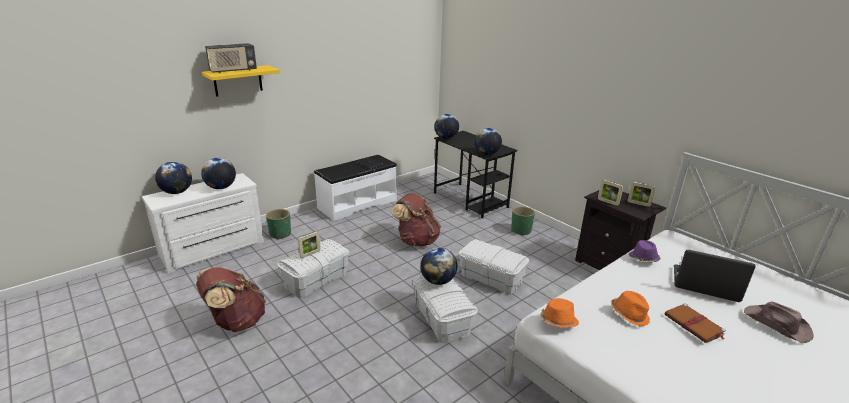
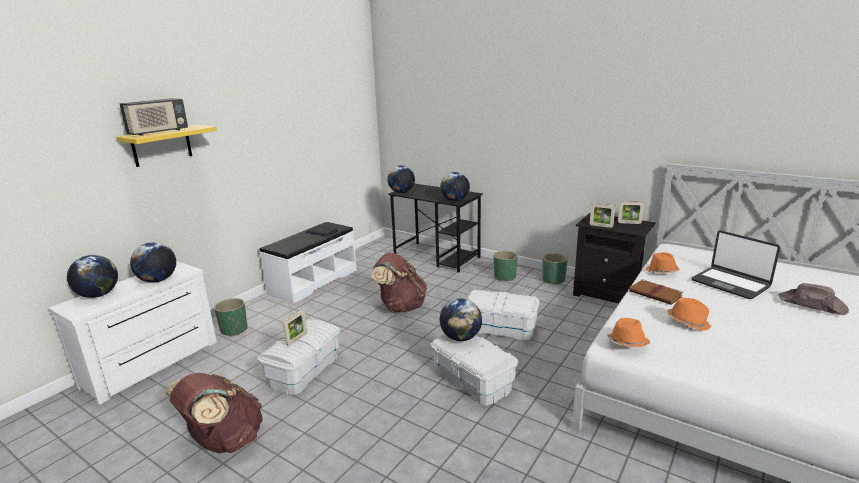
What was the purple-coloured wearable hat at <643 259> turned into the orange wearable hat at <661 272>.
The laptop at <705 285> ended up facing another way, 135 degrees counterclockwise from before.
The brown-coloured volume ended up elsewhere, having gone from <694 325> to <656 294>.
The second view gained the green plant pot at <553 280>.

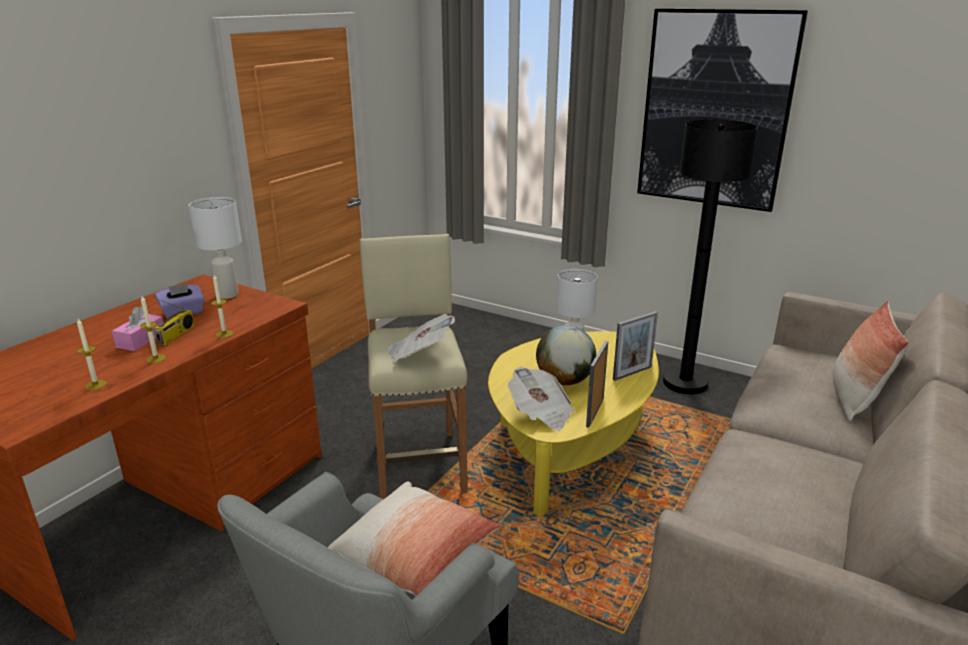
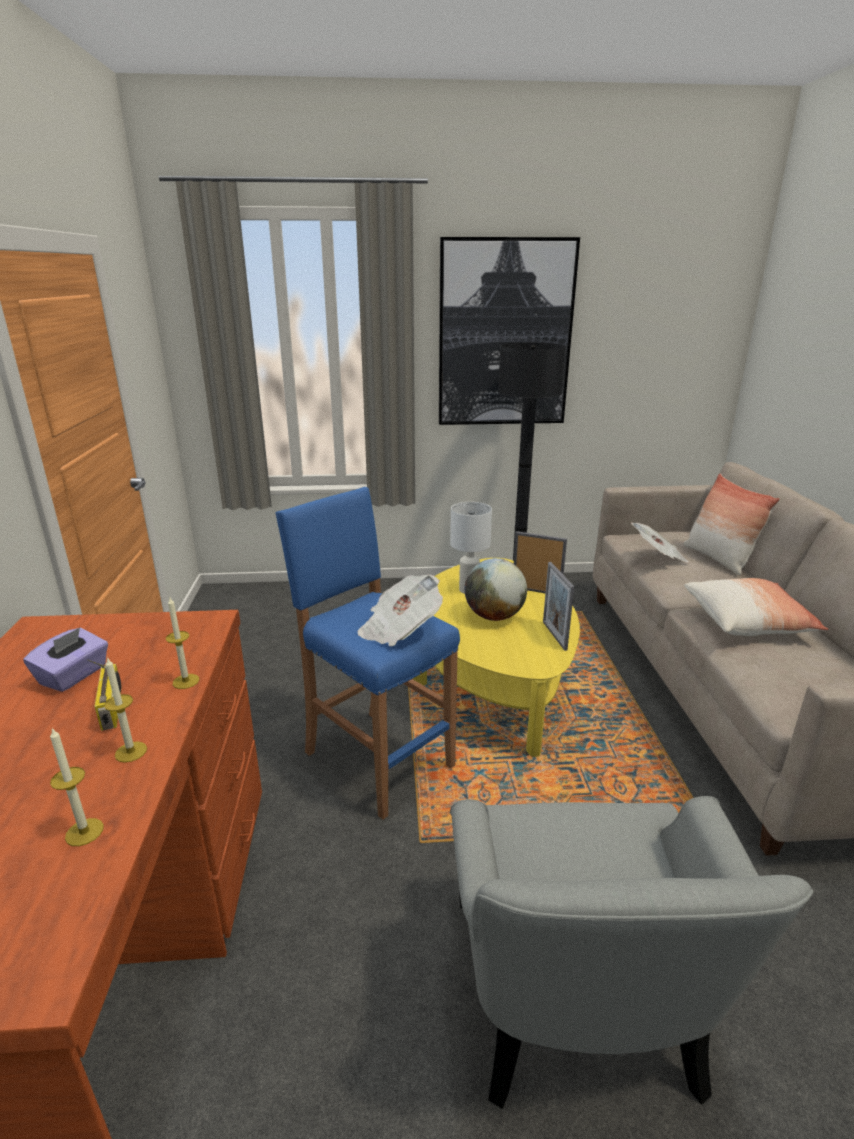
The second view lost the whitish table lamp at <228 294>.
What was the sand-coloured stool seat at <419 464> turned into the bluish stool seat at <377 759>.
The second view lost the pinkish tissue holder at <141 340>.
The standing frame at <632 373> ended up facing another way, 90 degrees counterclockwise from before.
The newspaper ended up elsewhere, having gone from <541 414> to <657 557>.
The cushion ended up elsewhere, having gone from <416 555> to <748 622>.

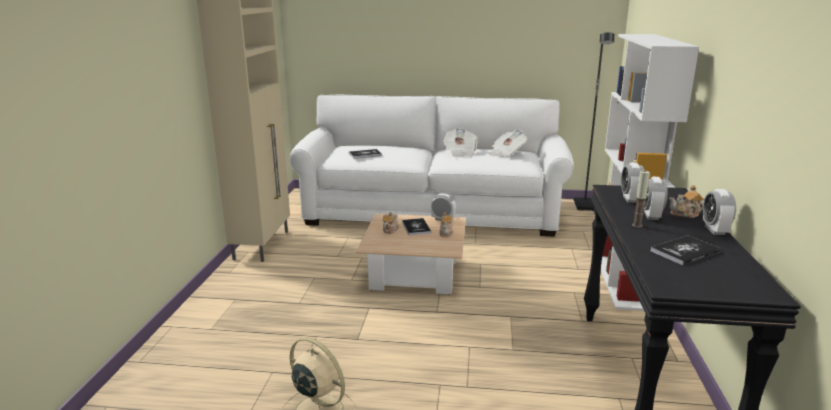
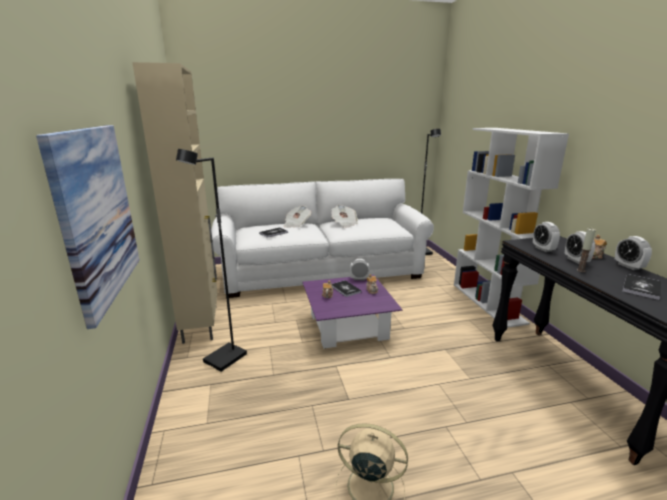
The newspaper ended up elsewhere, having gone from <506 153> to <296 224>.
What was the sand-coloured low table at <414 273> turned into the purple-coloured low table at <348 326>.
The second view gained the wall picture at <97 215>.
The second view gained the black-coloured standing lamp at <225 359>.

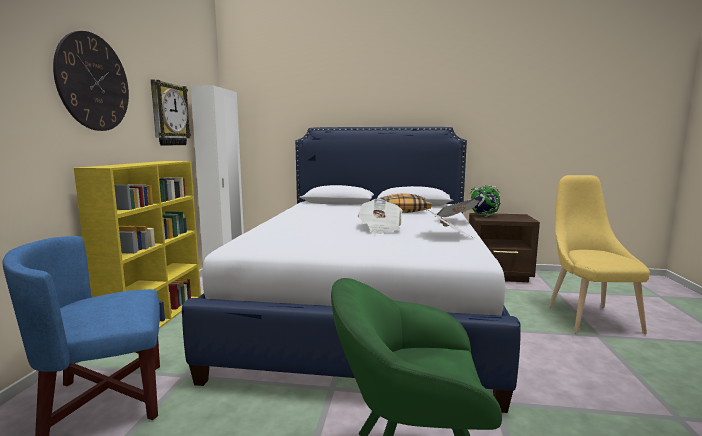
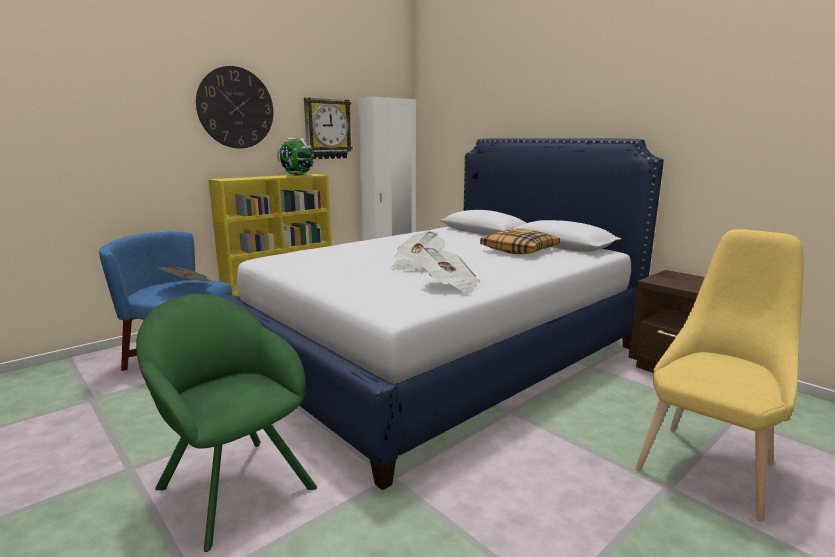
The world globe ended up elsewhere, having gone from <483 216> to <297 175>.
The newspaper ended up elsewhere, having gone from <455 220> to <188 287>.

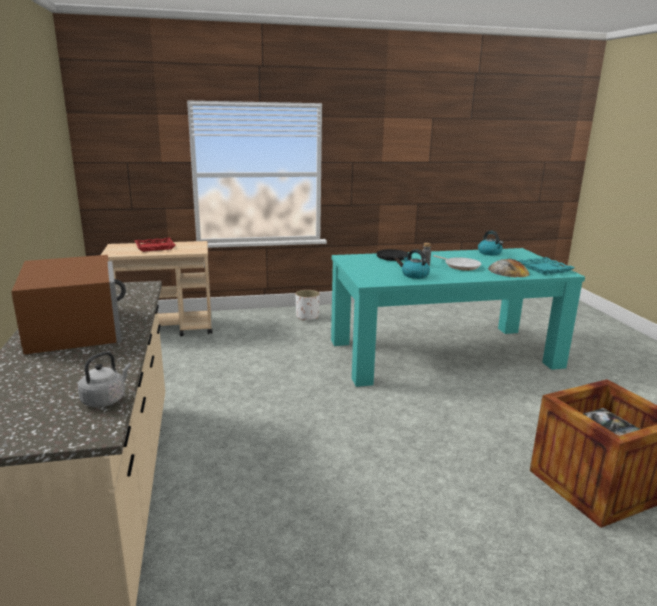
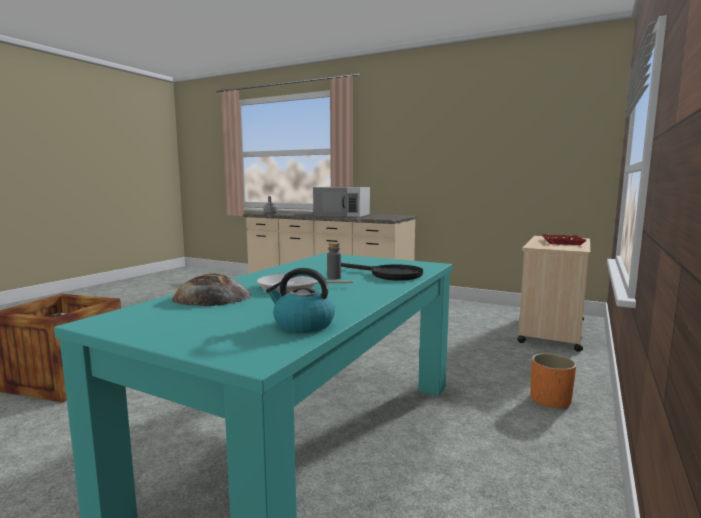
The second view lost the water kettle at <414 275>.
What was the brown-coloured microwave at <75 327> turned into the whitish microwave at <342 214>.
The second view lost the turquoise tray at <545 269>.
What was the whitish plant pot at <307 317> turned into the orange plant pot at <550 400>.

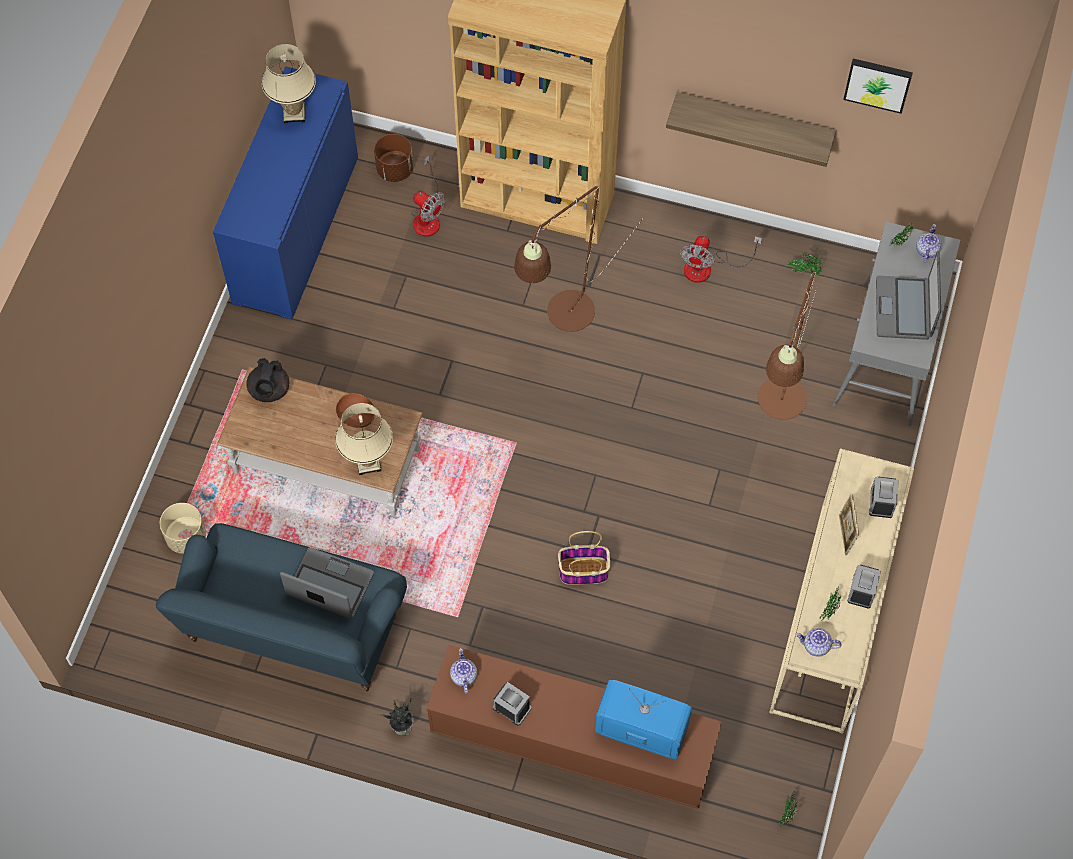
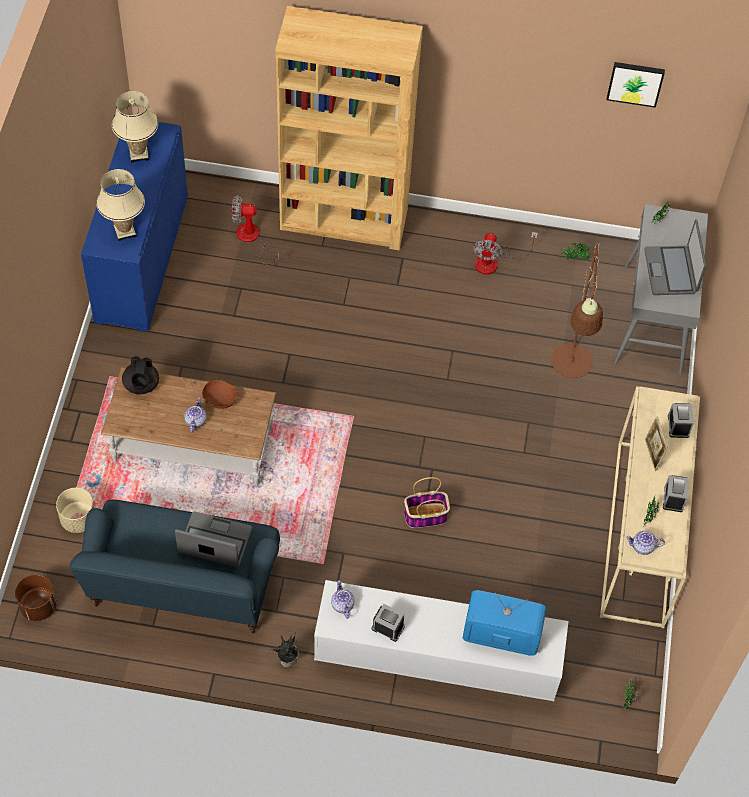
The second view lost the shelf at <754 122>.
The brown-coloured plant pot ended up elsewhere, having gone from <394 169> to <38 606>.
The electric fan at <427 216> ended up facing another way, 150 degrees clockwise from before.
The second view lost the brown-coloured standing lamp at <564 320>.
The pot for tea ended up elsewhere, having gone from <926 250> to <195 420>.
The sand-coloured table lamp ended up elsewhere, having gone from <368 463> to <125 231>.
What was the brown-coloured tv unit at <571 742> turned into the whitish tv unit at <435 658>.

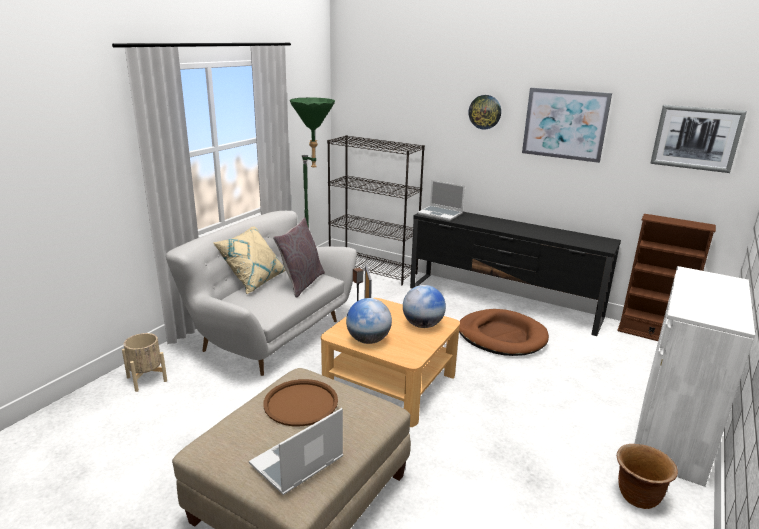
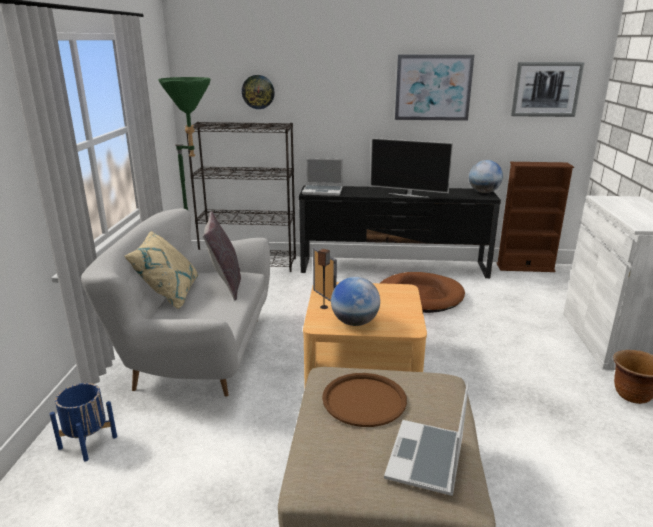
The clock on the wall ended up elsewhere, having gone from <485 112> to <258 92>.
The world globe ended up elsewhere, having gone from <422 325> to <483 192>.
What was the sand-coloured plant pot at <146 379> turned into the bluish plant pot at <87 442>.
The second view gained the TV at <408 195>.

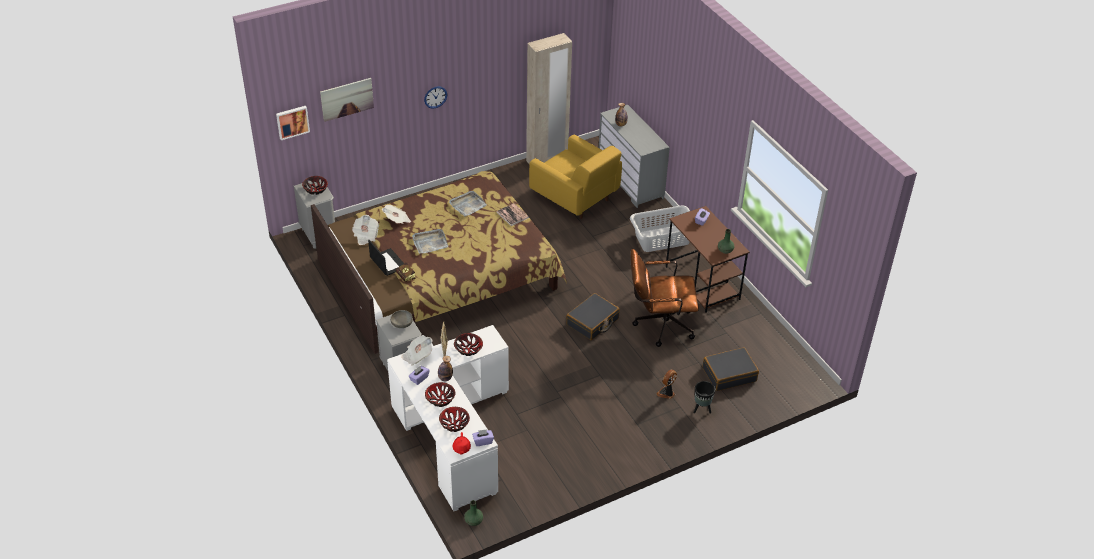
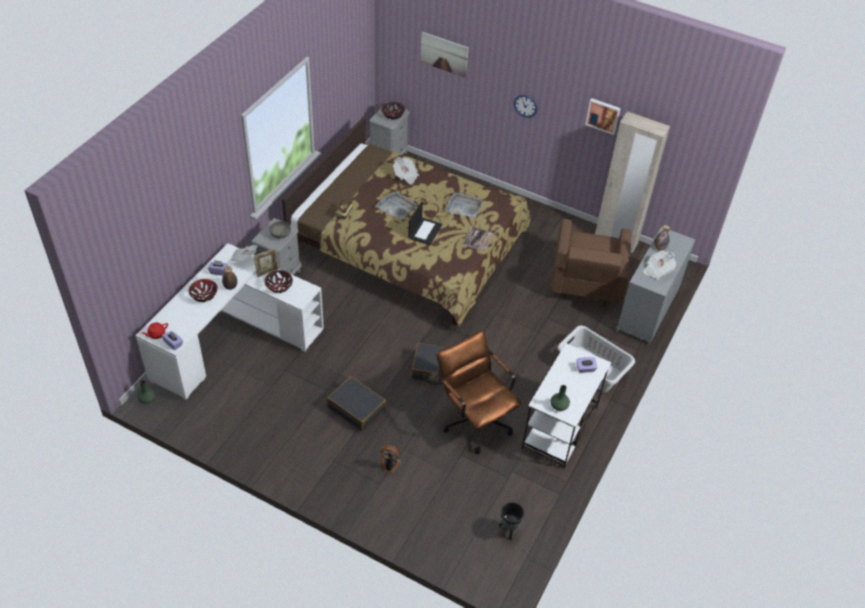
The wall picture ended up elsewhere, having gone from <292 122> to <603 115>.
What was the yellow lounge chair at <575 197> turned into the brown-coloured lounge chair at <586 282>.
What was the brown-coloured desk unit at <702 283> turned into the whitish desk unit at <560 428>.
The newspaper ended up elsewhere, having gone from <365 236> to <657 270>.
The laptop ended up elsewhere, having gone from <387 262> to <425 231>.
The black-coloured piece of luggage ended up elsewhere, having gone from <729 374> to <357 408>.
The black-coloured plant pot ended up elsewhere, having gone from <702 409> to <509 530>.
The second view lost the bowl at <454 424>.

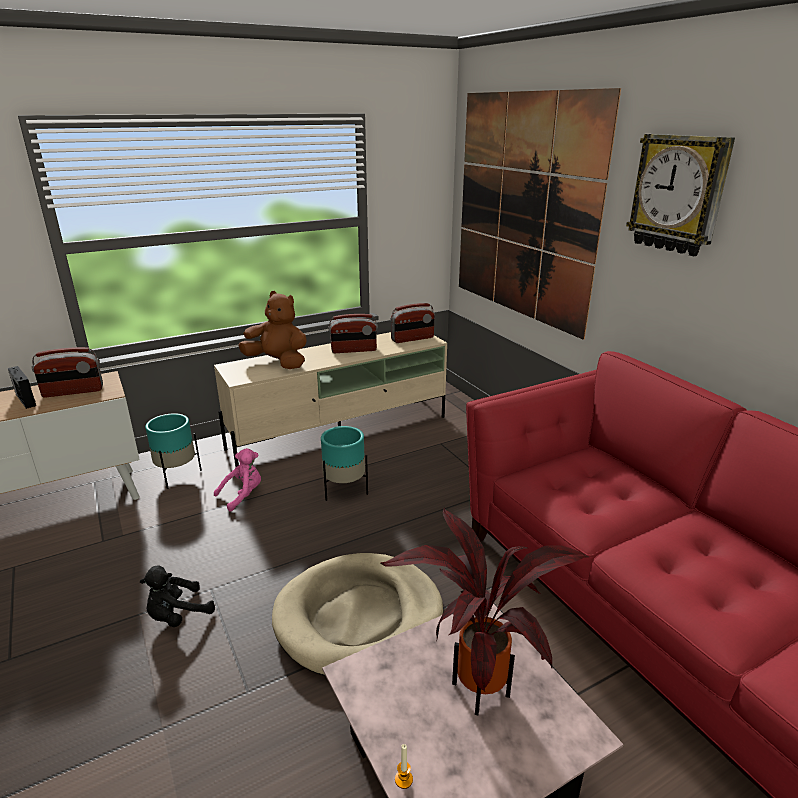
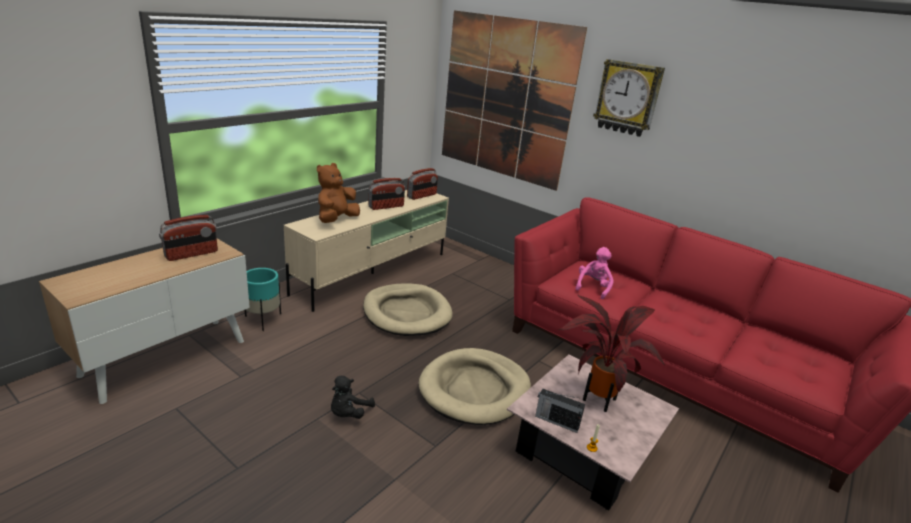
The brown-coloured soft toy at <278 363> ended up facing another way, 60 degrees counterclockwise from before.
The radio receiver ended up elsewhere, having gone from <25 399> to <556 421>.
Where the turquoise plant pot stood at <345 490>, the sand-coloured pet bed came to stand at <407 313>.
The pinkish soft toy ended up elsewhere, having gone from <243 495> to <593 287>.

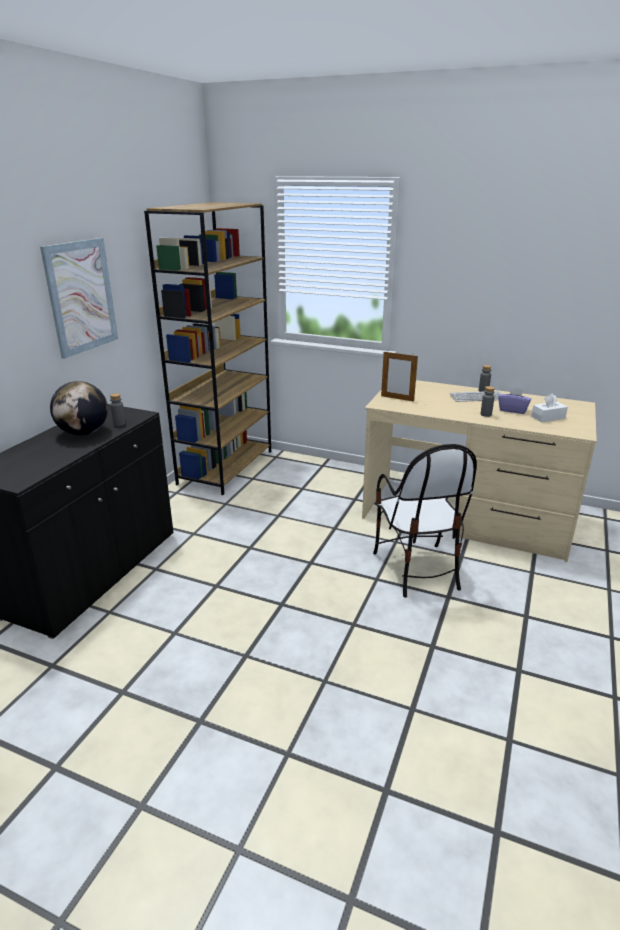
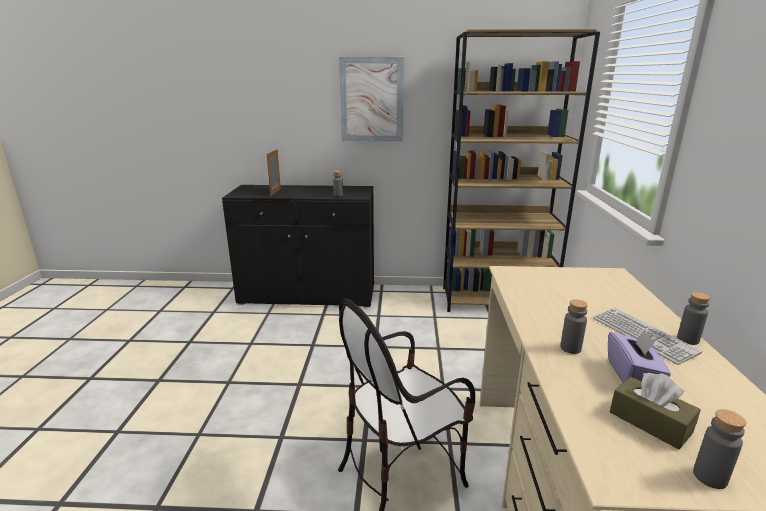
The standing frame ended up elsewhere, having gone from <397 398> to <275 191>.
The second view lost the world globe at <83 433>.
What was the whitish tissue holder at <548 417> turned into the brown-coloured tissue holder at <650 422>.
The second view gained the grey beverage bottle at <710 477>.

